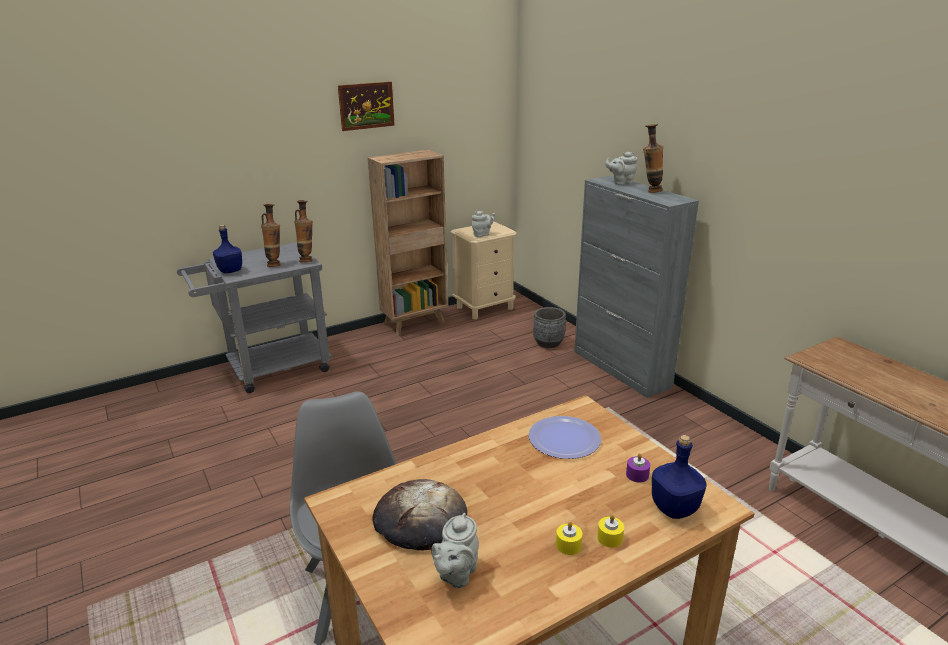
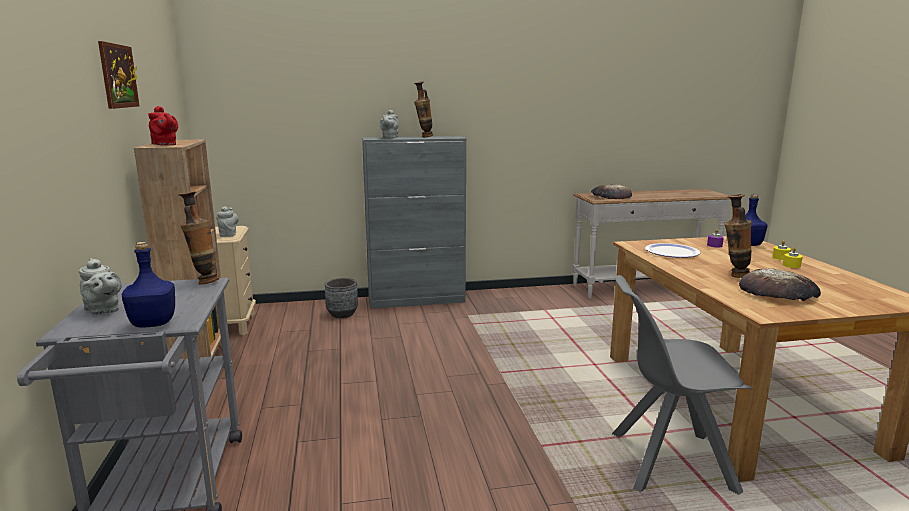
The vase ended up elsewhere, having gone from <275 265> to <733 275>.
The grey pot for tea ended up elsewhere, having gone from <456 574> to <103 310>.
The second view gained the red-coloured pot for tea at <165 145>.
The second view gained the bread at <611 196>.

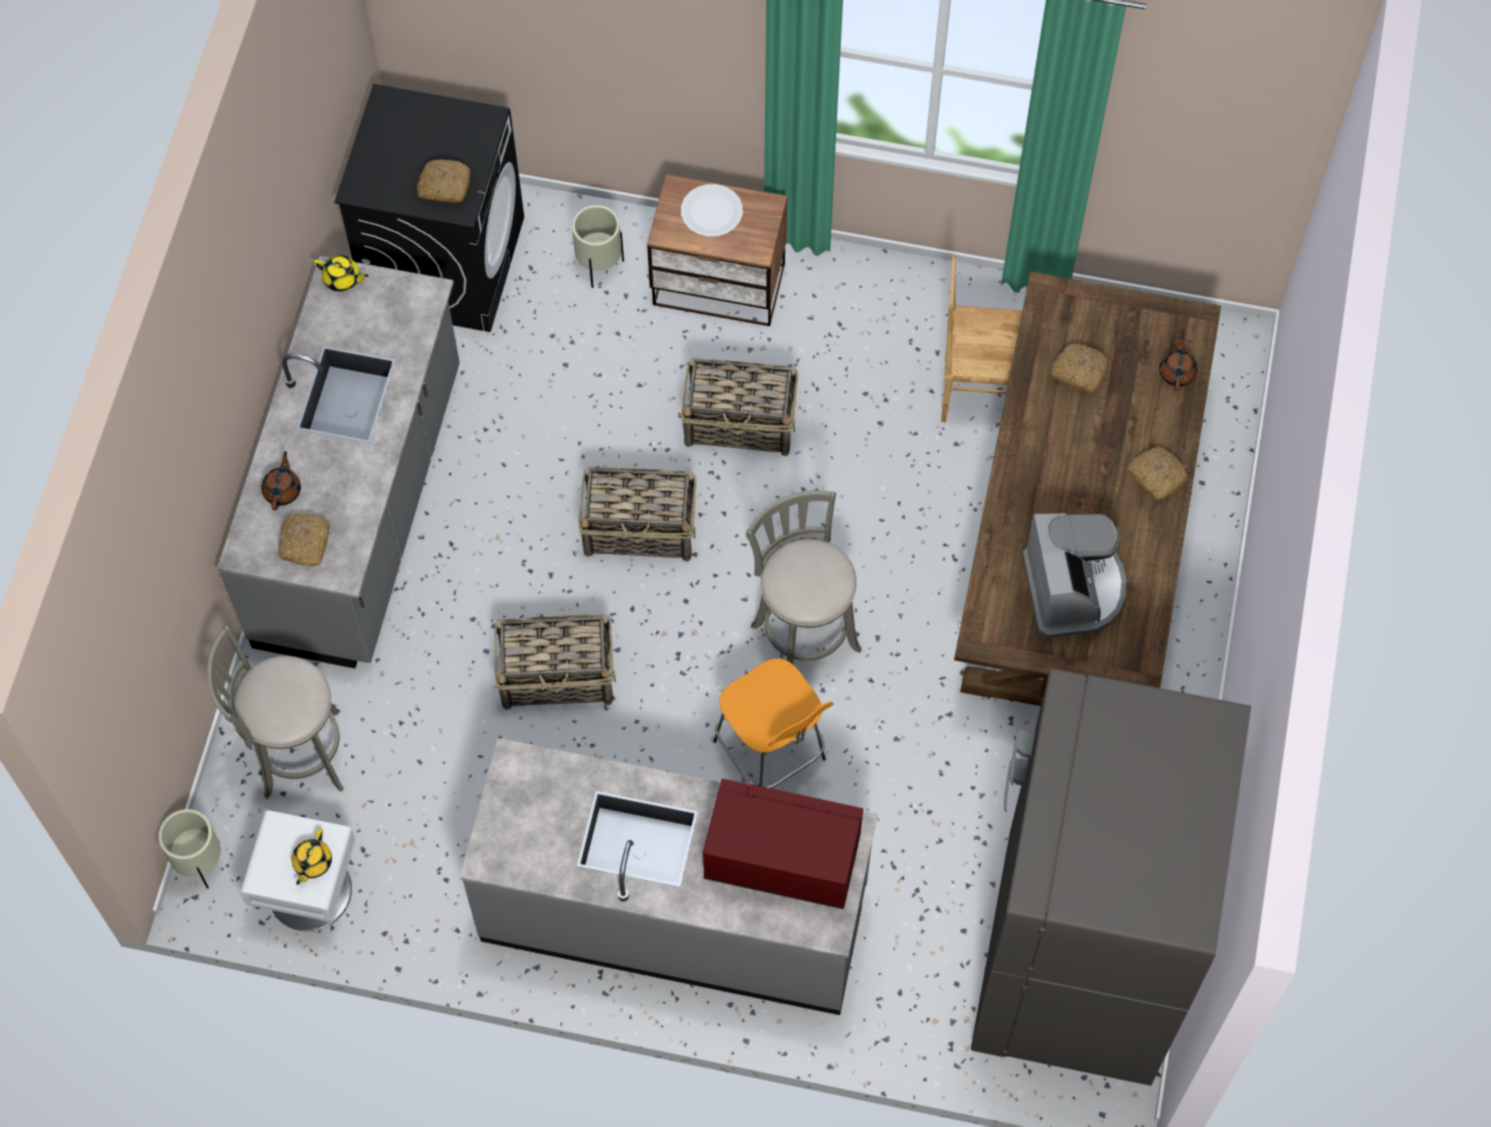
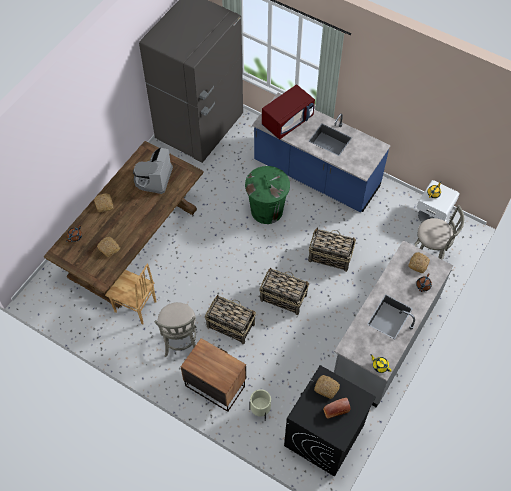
The second view lost the whitish flat dish at <712 212>.
The grey stool seat ended up elsewhere, having gone from <803 633> to <180 343>.
Where the orange stool seat stood at <771 753>, the green trash can came to stand at <267 210>.
What was the grey counter at <674 912> turned into the bluish counter at <316 175>.
The red-coloured microwave at <780 860> ended up facing another way, 75 degrees counterclockwise from before.
The second view lost the sand-coloured plant pot at <200 863>.
The second view gained the bread at <335 410>.

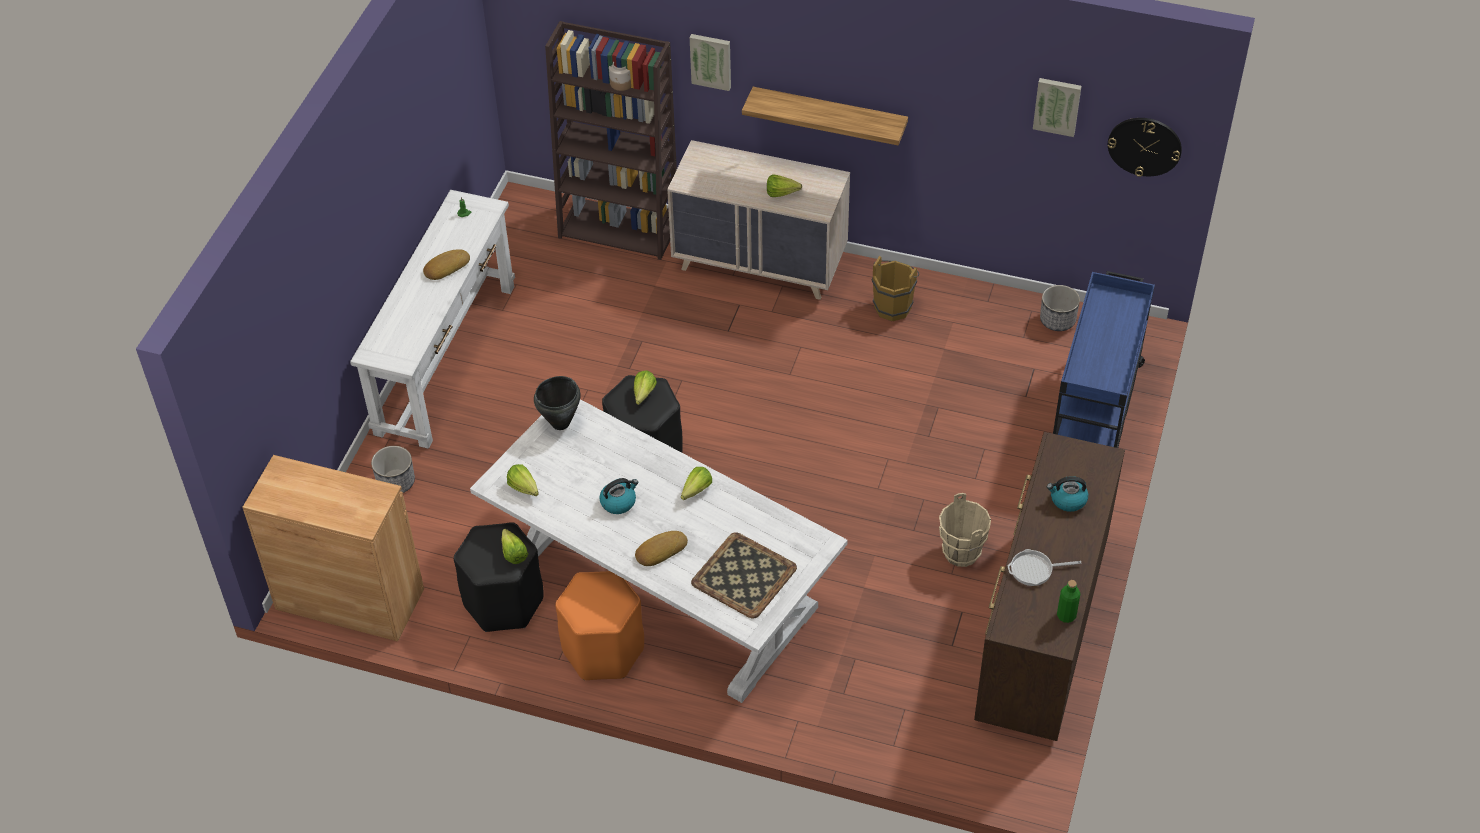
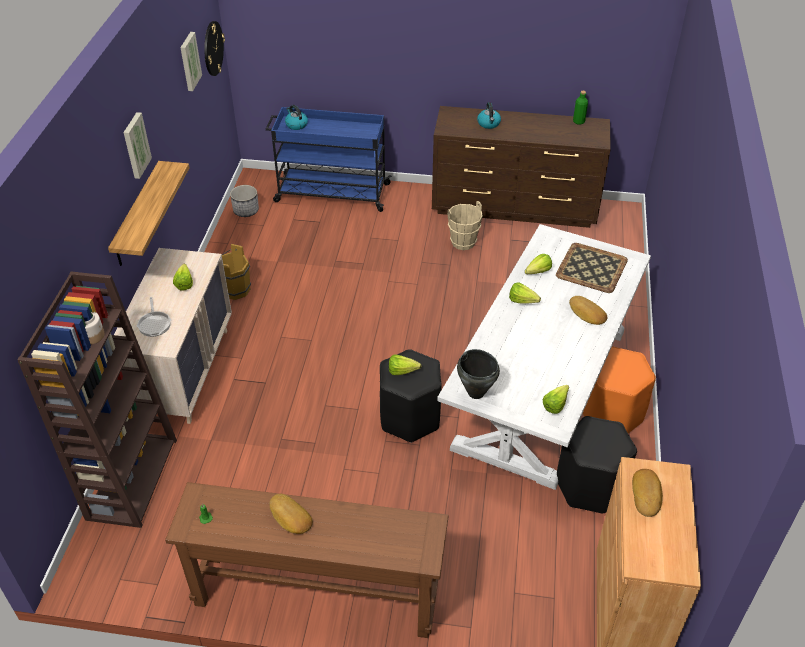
The wall picture ended up elsewhere, having gone from <711 60> to <135 145>.
What was the whitish console table at <446 359> turned into the brown-coloured console table at <316 593>.
The second view lost the plant pot at <396 482>.
The water kettle ended up elsewhere, having gone from <618 502> to <296 125>.
The lettuce head ended up elsewhere, having gone from <513 551> to <535 273>.
The frying pan ended up elsewhere, having gone from <1034 570> to <154 324>.
The second view gained the bread at <647 495>.

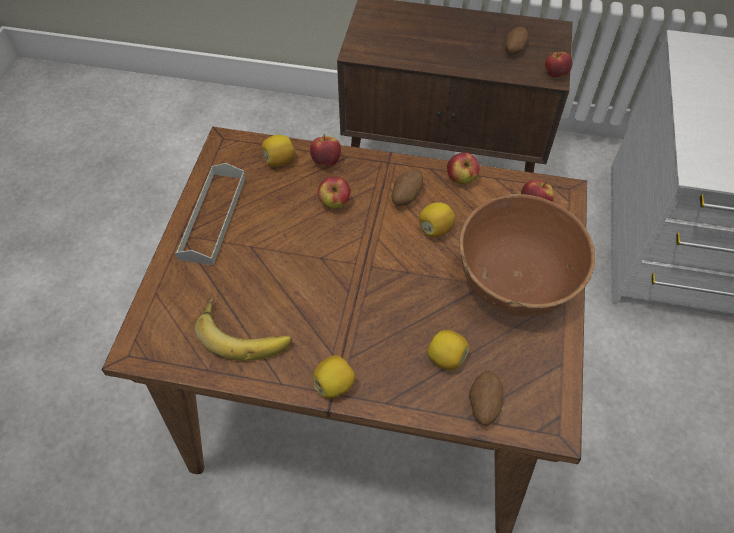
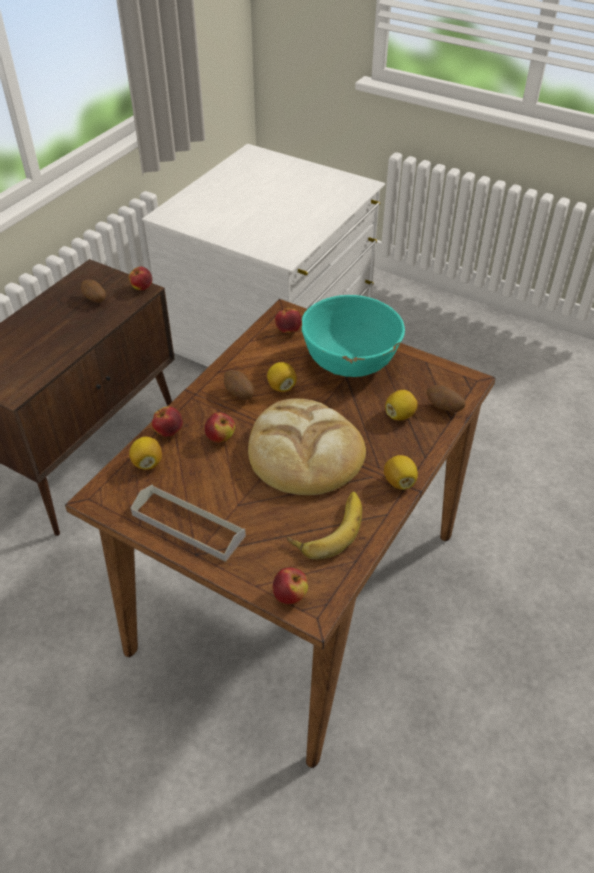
The apple ended up elsewhere, having gone from <461 179> to <290 595>.
What was the brown-coloured bowl at <516 281> turned into the turquoise bowl at <350 360>.
The second view gained the bread at <304 452>.

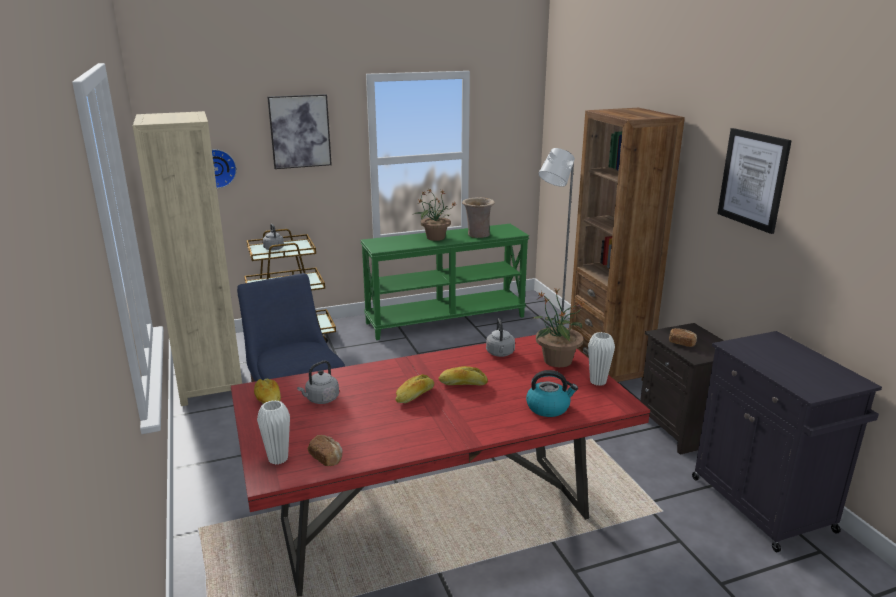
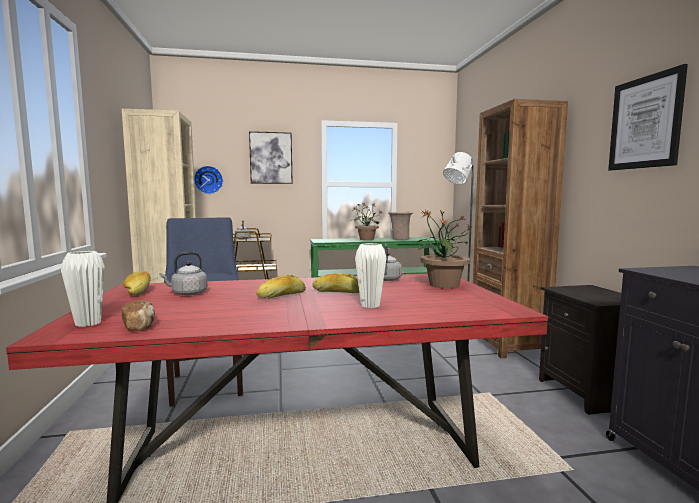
The second view lost the bread at <681 343>.
The whitish vase ended up elsewhere, having gone from <598 382> to <370 305>.
The second view lost the water kettle at <548 407>.

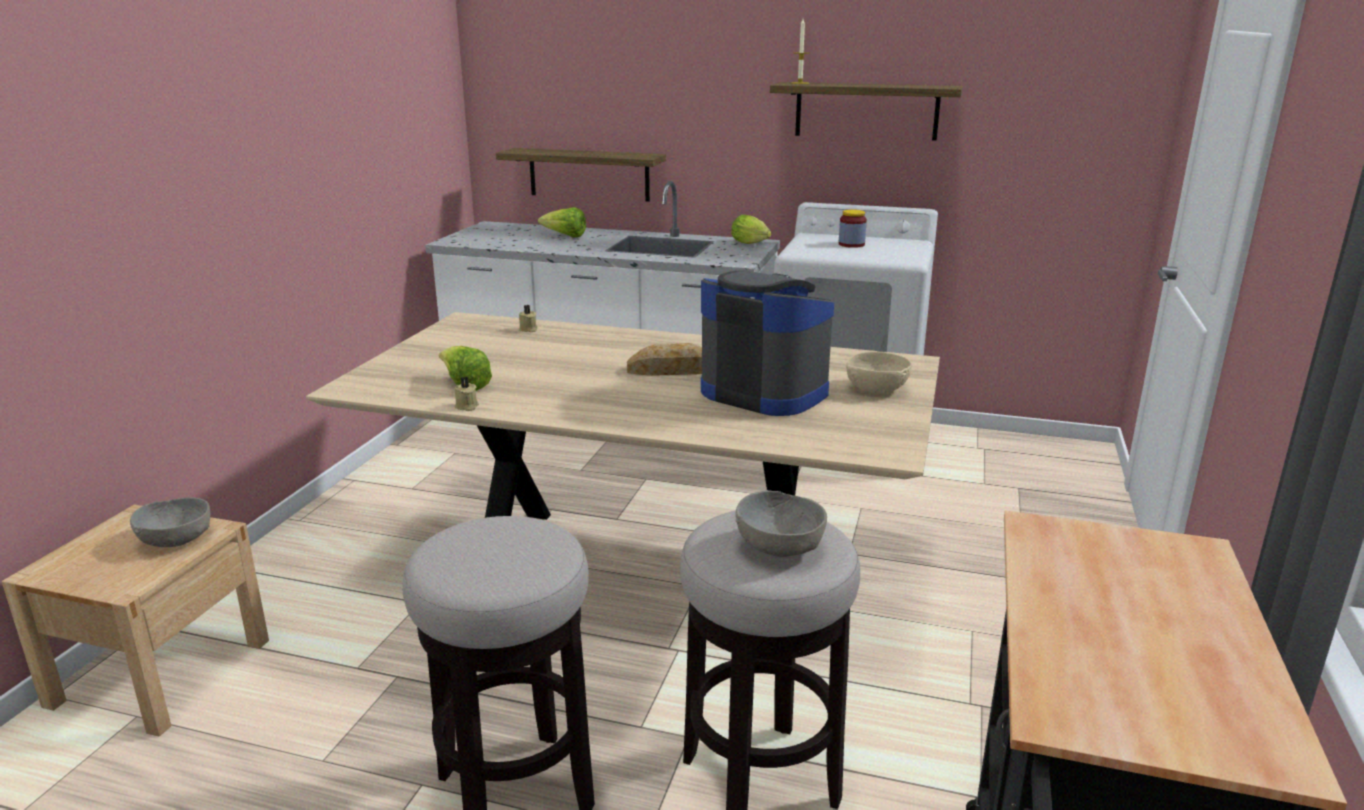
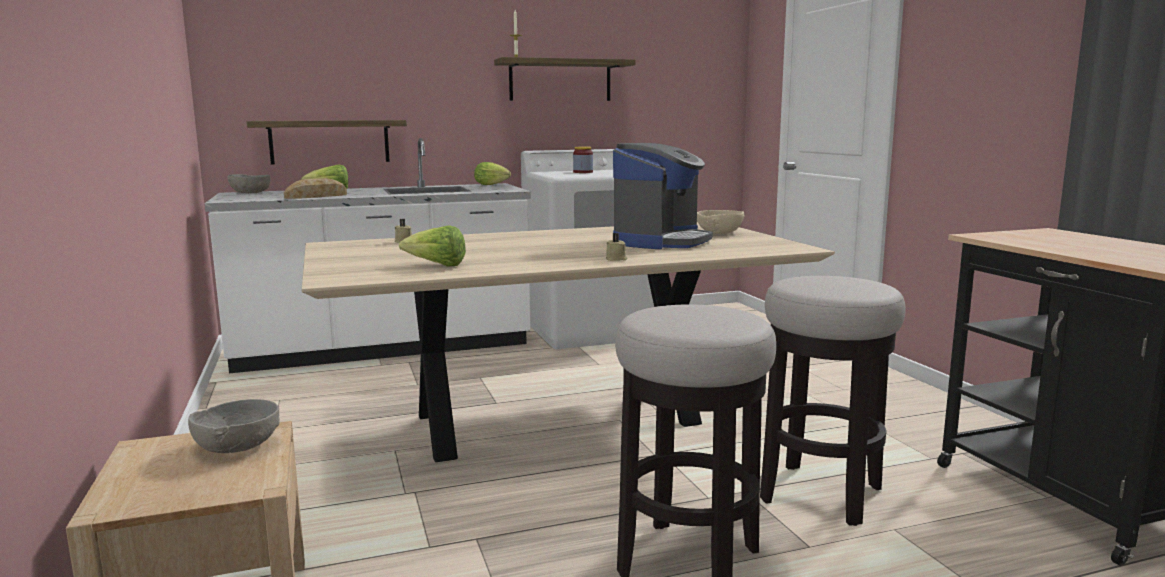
The coffee machine at <764 392> ended up facing another way, 120 degrees clockwise from before.
The bread ended up elsewhere, having gone from <672 370> to <316 196>.
The sand-coloured wax light ended up elsewhere, having gone from <466 407> to <616 259>.
The grey bowl ended up elsewhere, having gone from <780 546> to <251 193>.

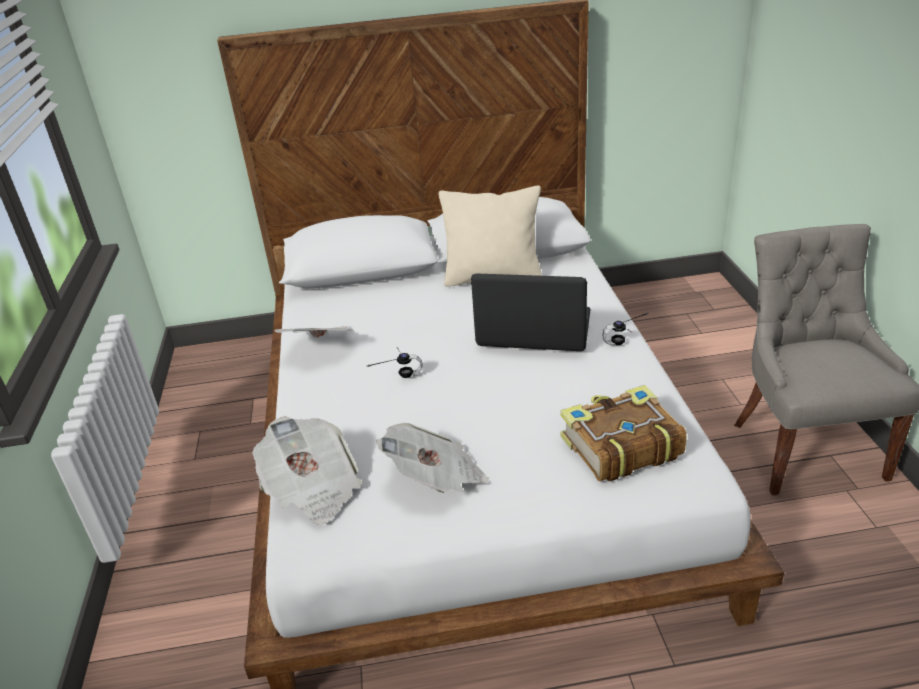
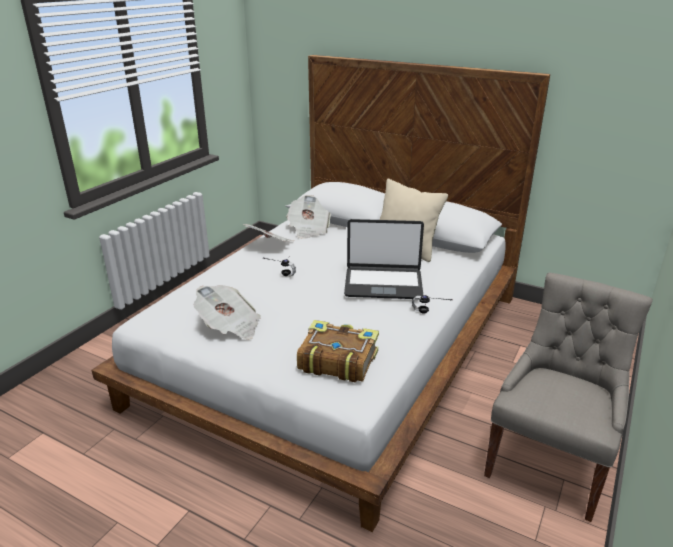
The laptop at <534 331> ended up facing another way, 135 degrees clockwise from before.
The newspaper ended up elsewhere, having gone from <312 489> to <309 229>.

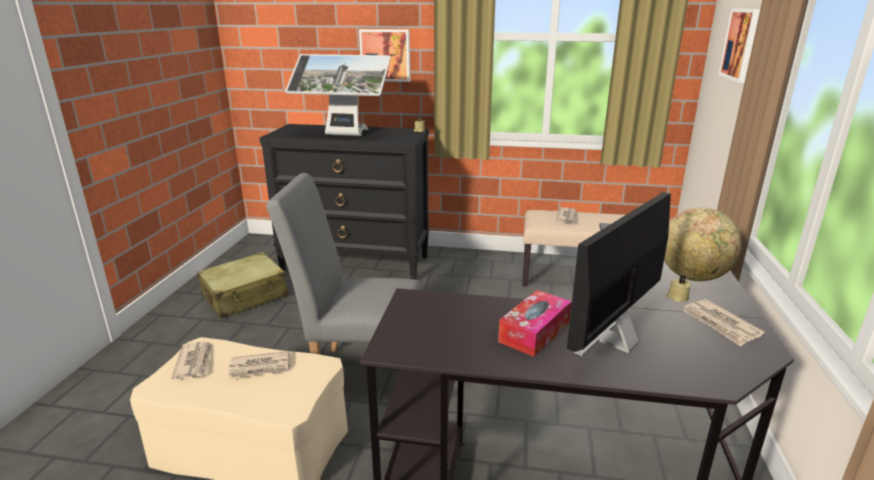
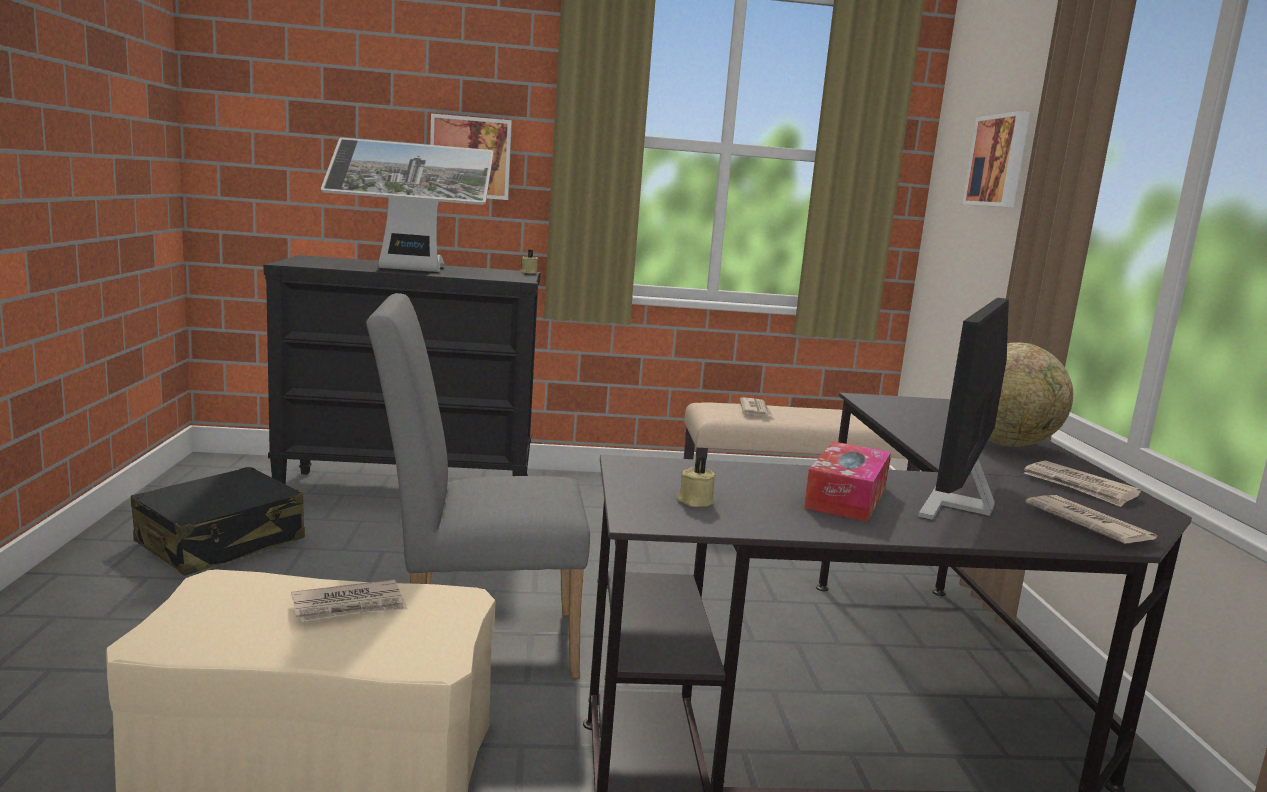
What was the sand-coloured piece of luggage at <245 296> turned into the black-coloured piece of luggage at <221 542>.
The sand-coloured wax light ended up elsewhere, having gone from <677 297> to <694 501>.
The newspaper ended up elsewhere, having gone from <194 362> to <1088 524>.

